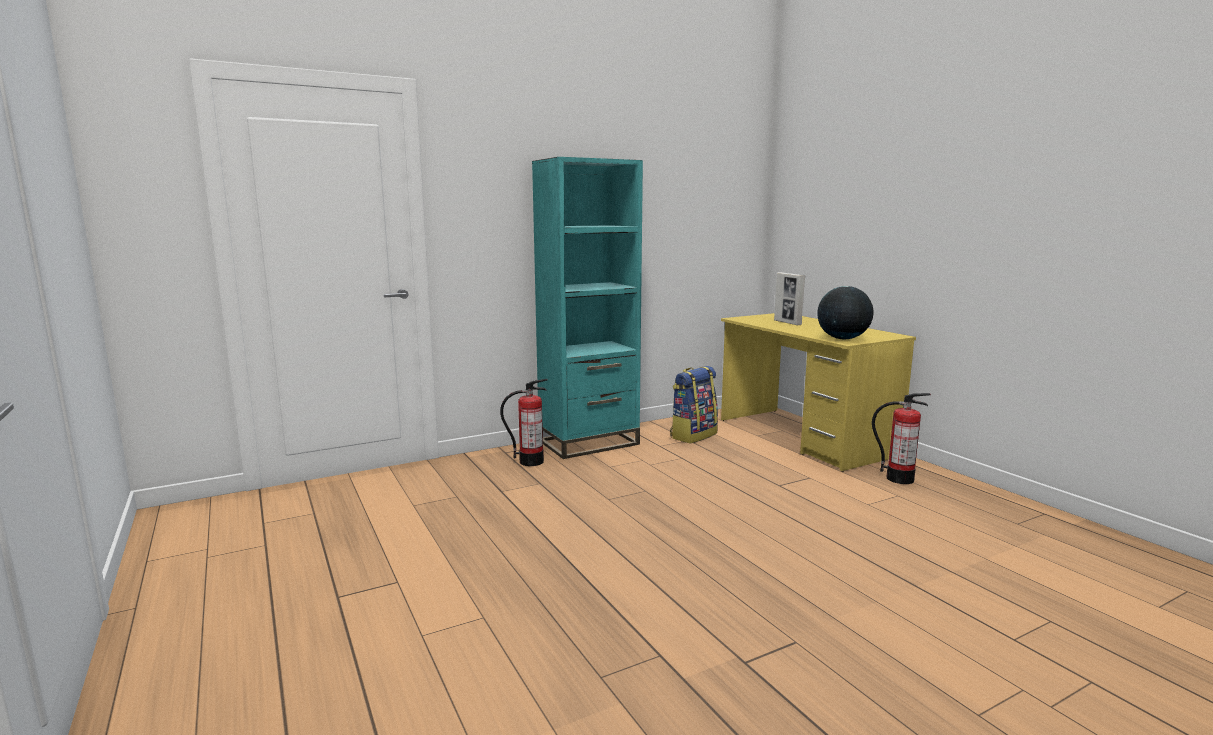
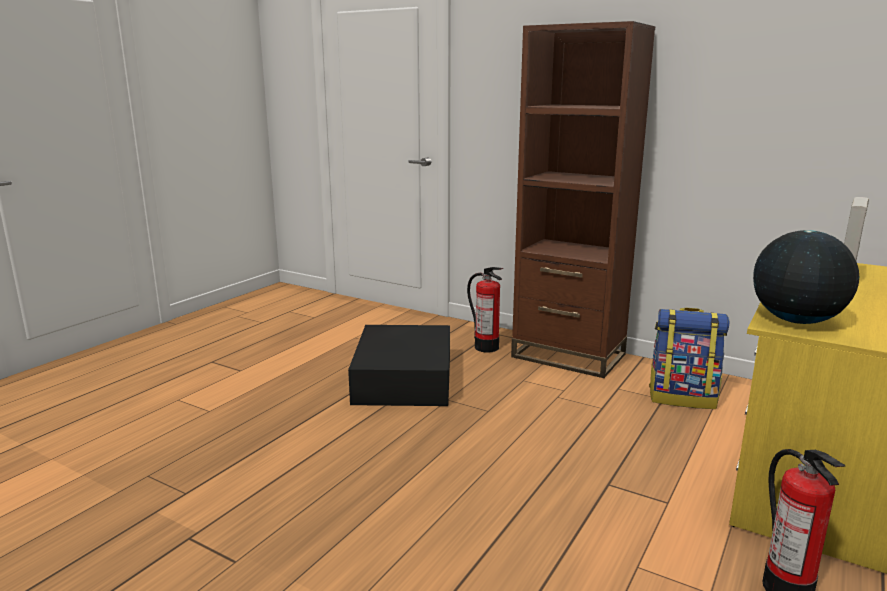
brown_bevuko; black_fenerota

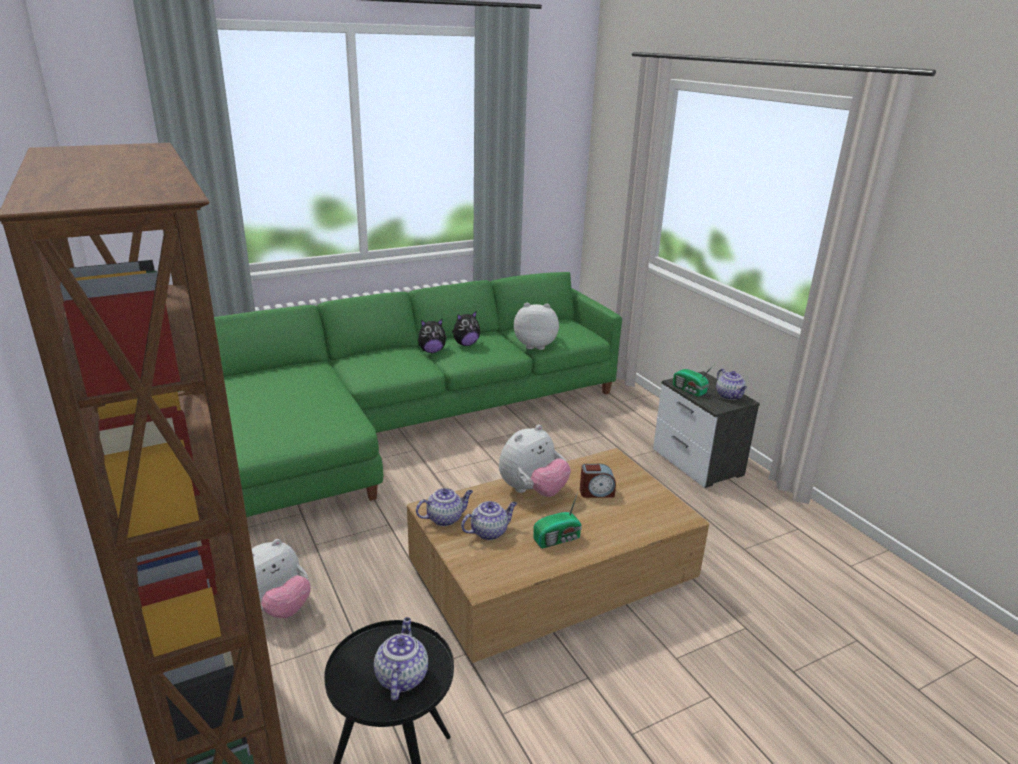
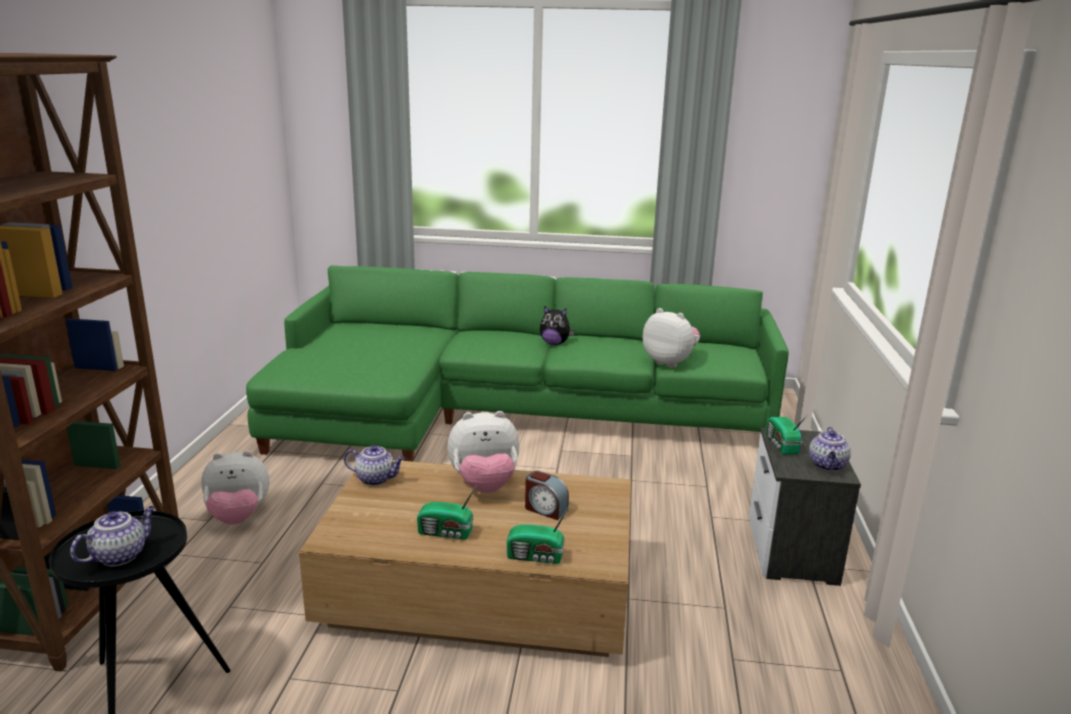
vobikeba (3rd from left in the first image); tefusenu (3rd from left in the first image); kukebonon (2nd from left)

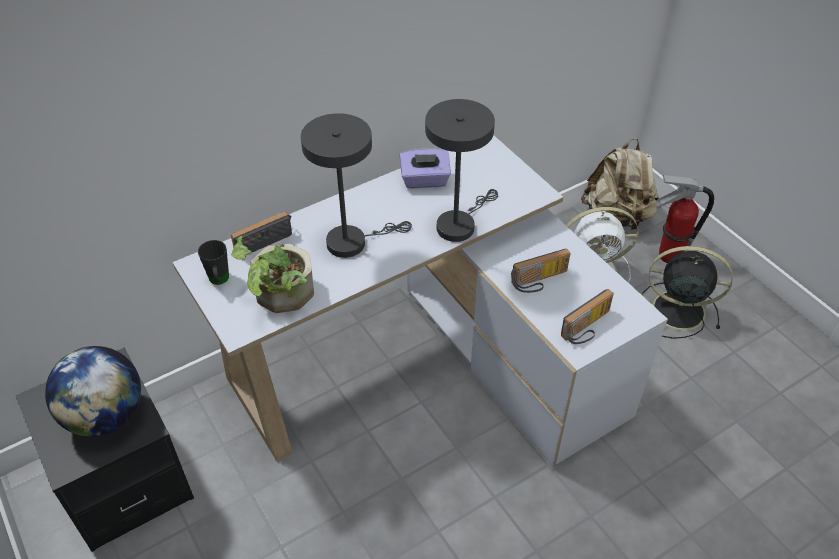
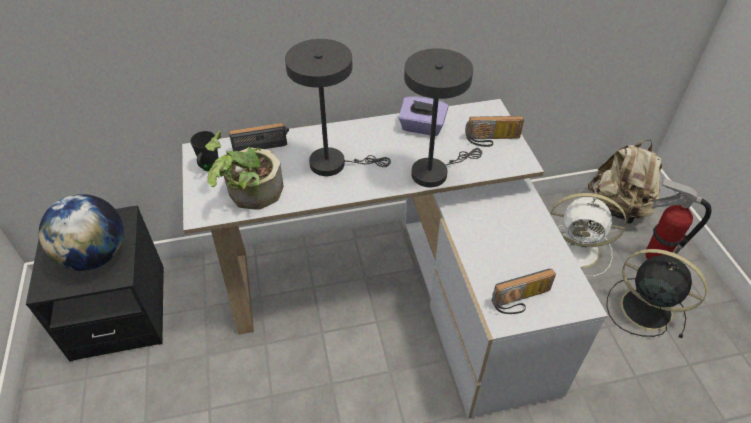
kukebonon (2nd from left)

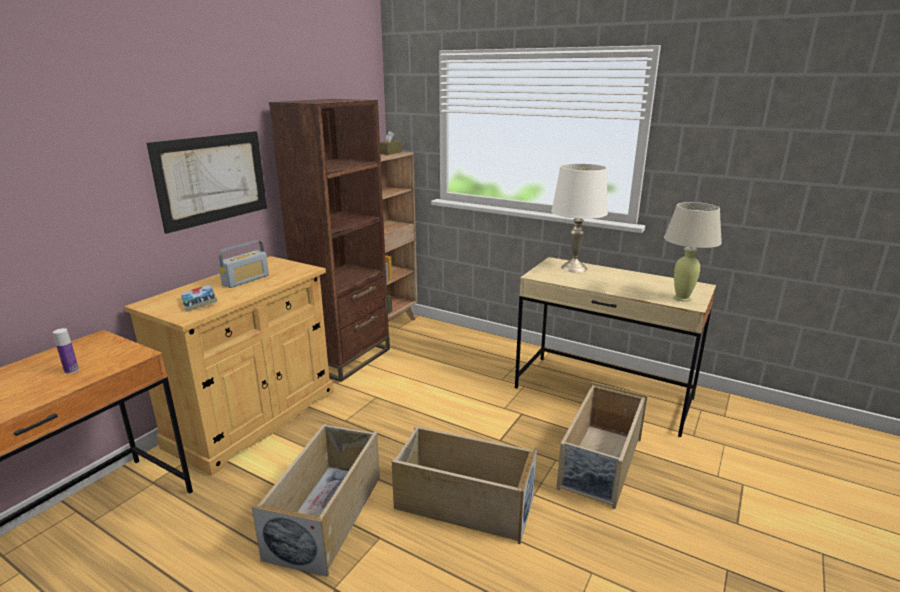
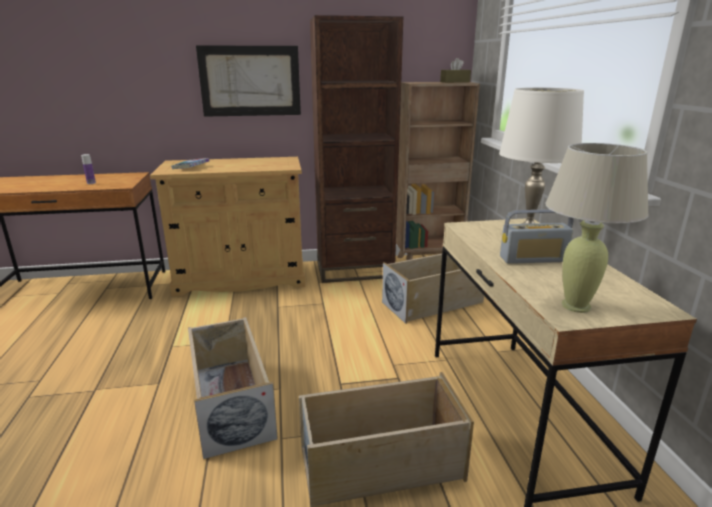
kukebonon; beige_fenerota (3rd from left)

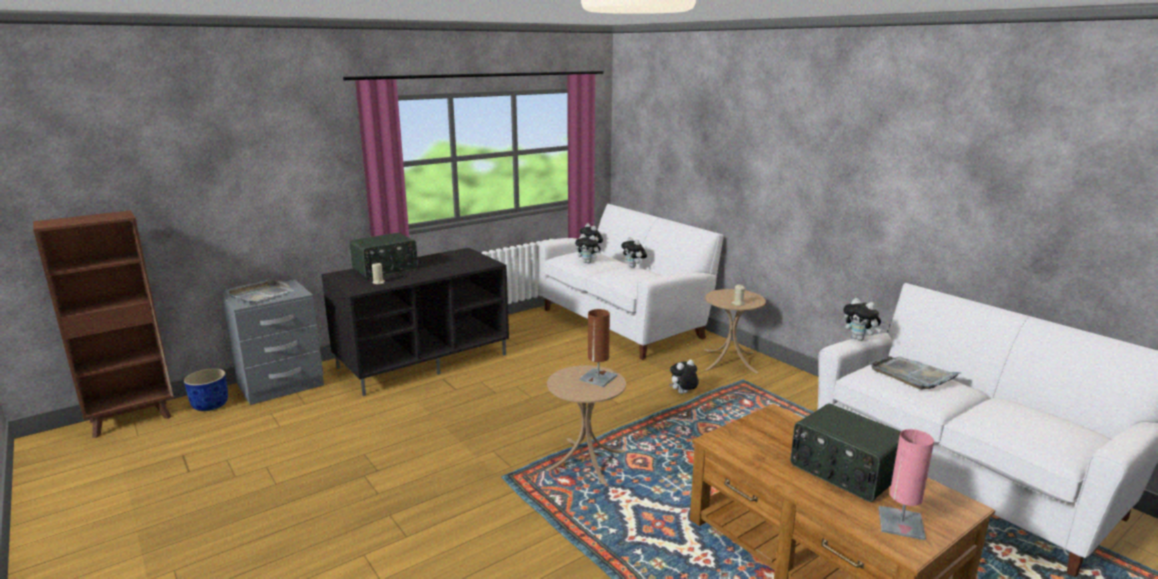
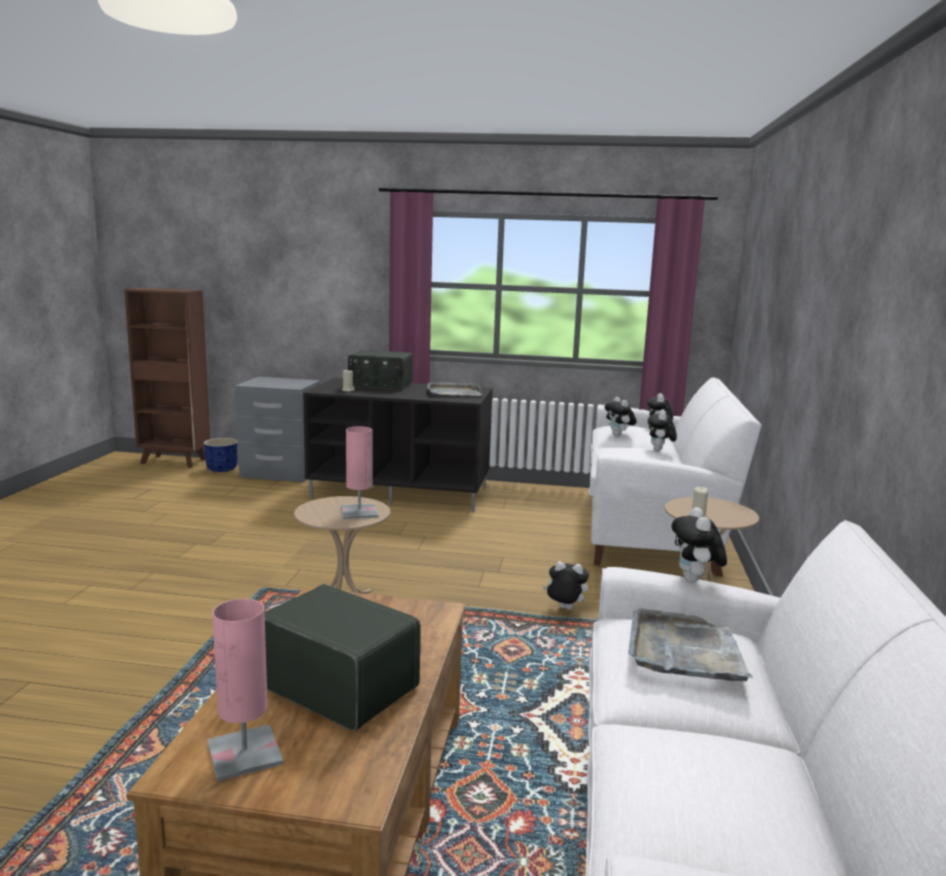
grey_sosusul (1st from left); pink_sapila (2nd from left); kukebonon (1st from left)

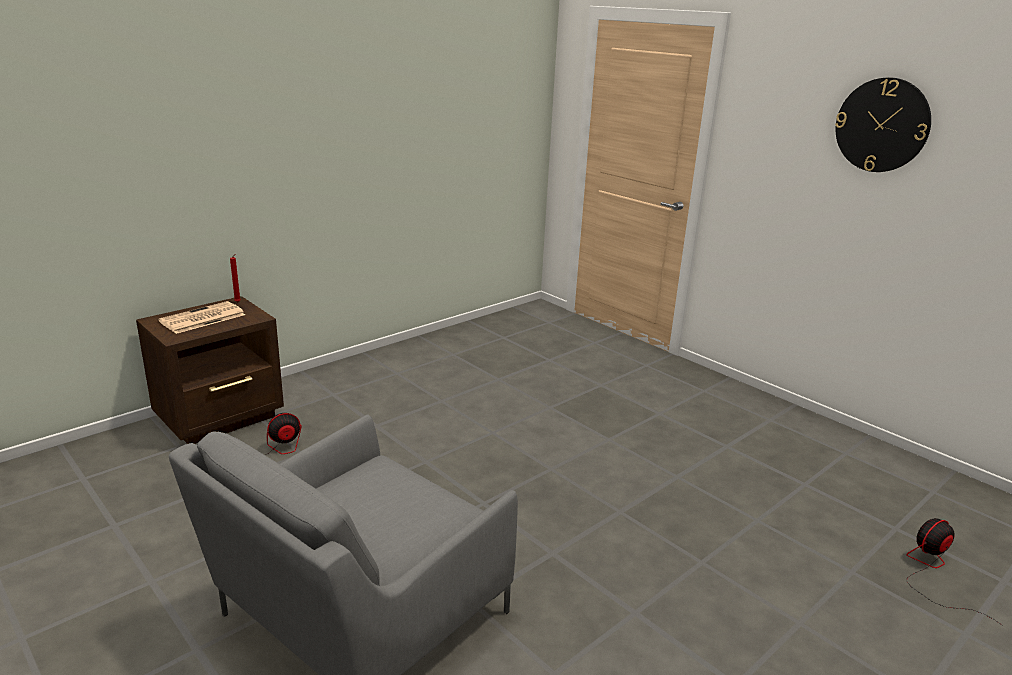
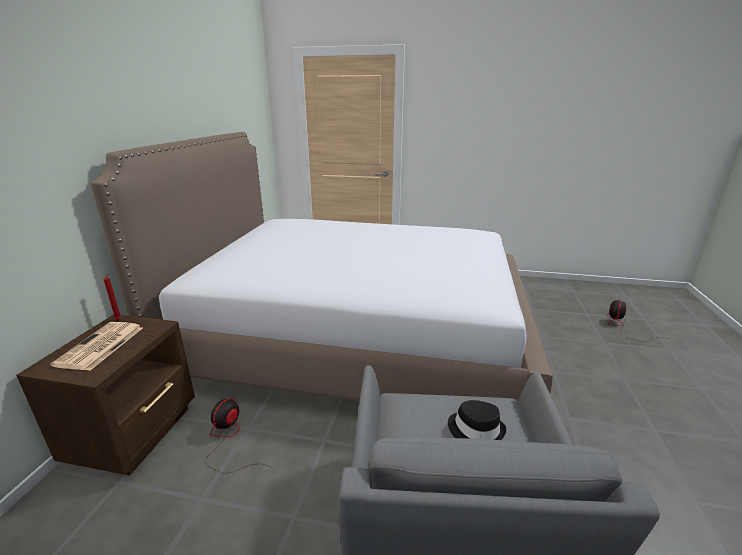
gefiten; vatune; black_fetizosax

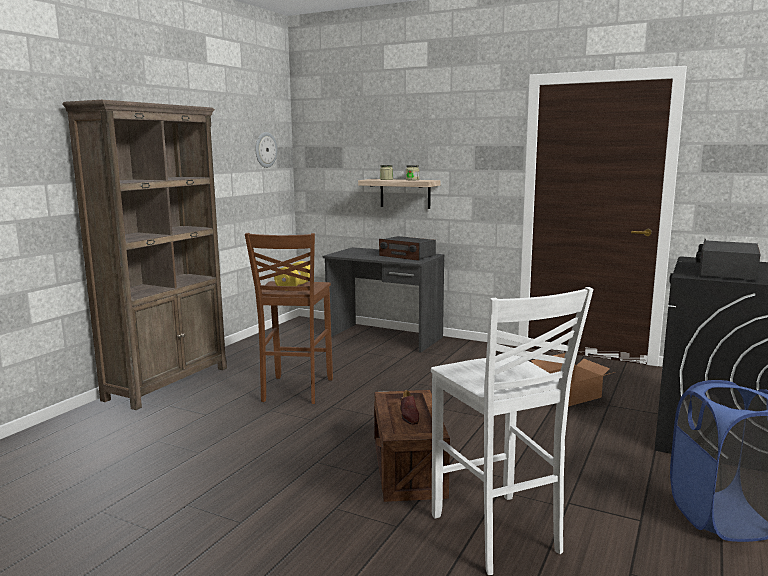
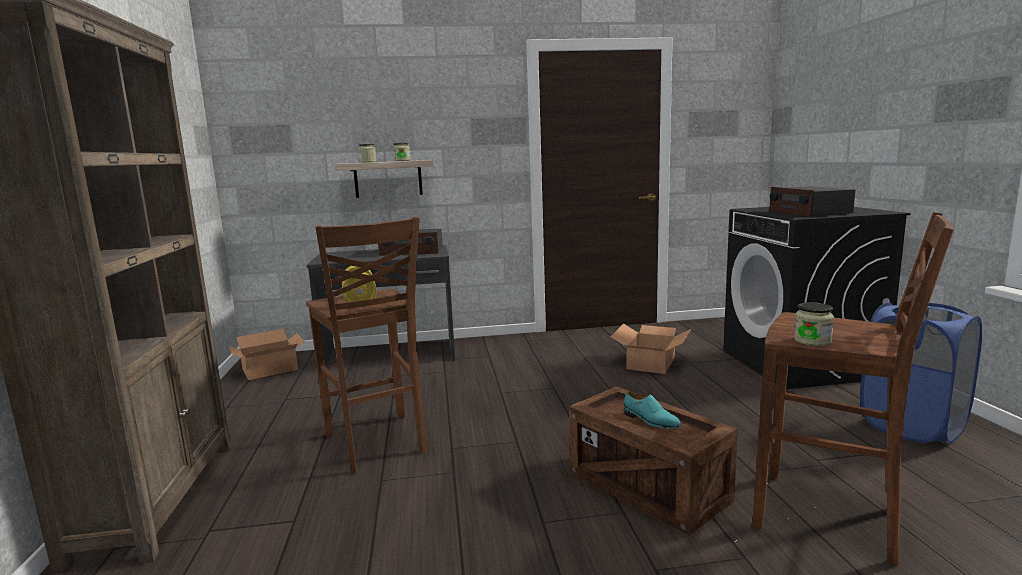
gefiten; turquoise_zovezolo; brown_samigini (2nd from left); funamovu (1st from left); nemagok (3rd from left)

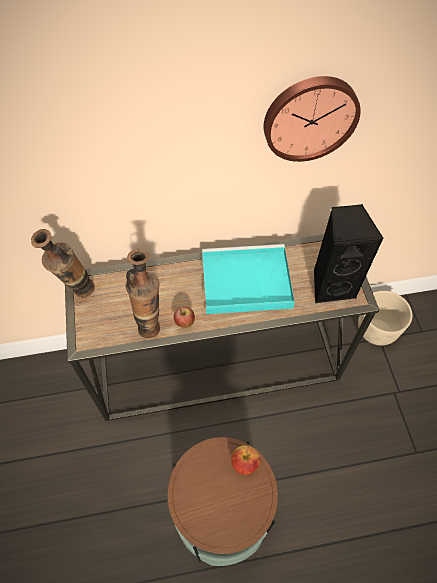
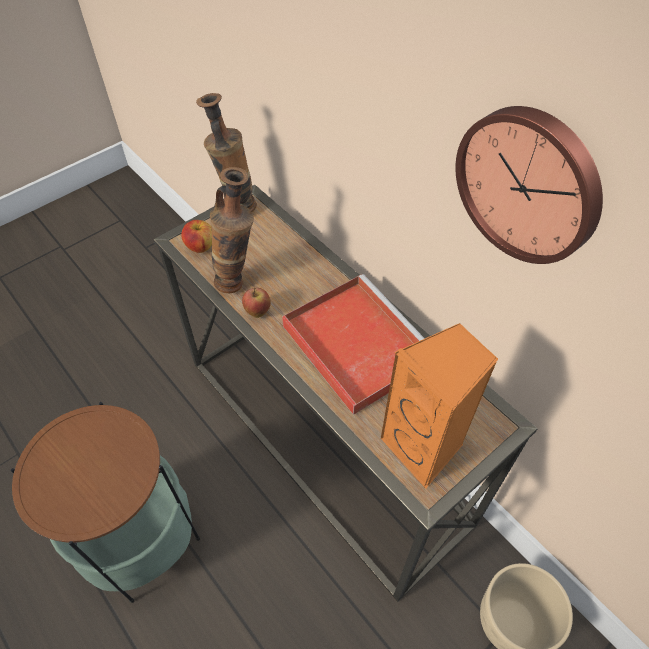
red_sosusul; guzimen (1st from left); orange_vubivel

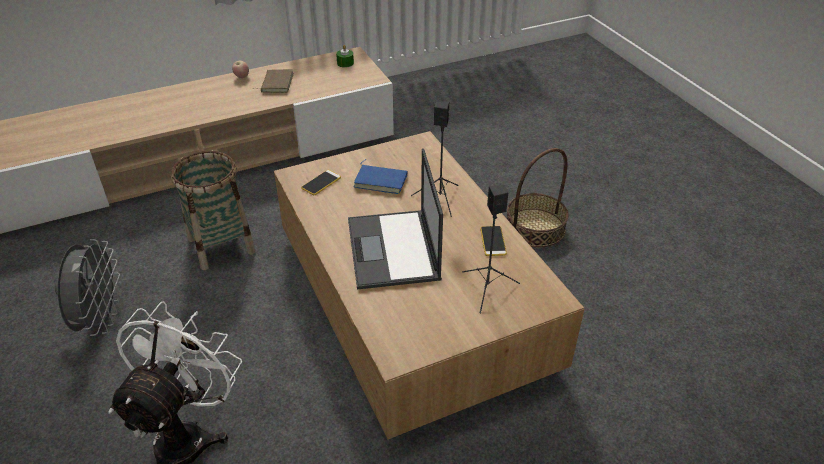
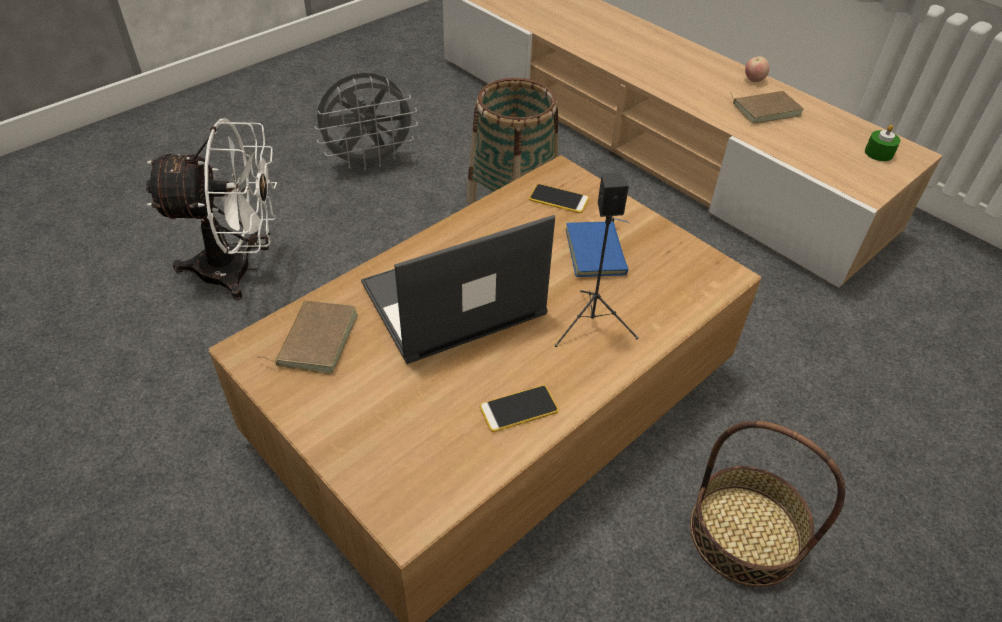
black_vubivel (2nd from left in the first image); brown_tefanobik (1st from left)

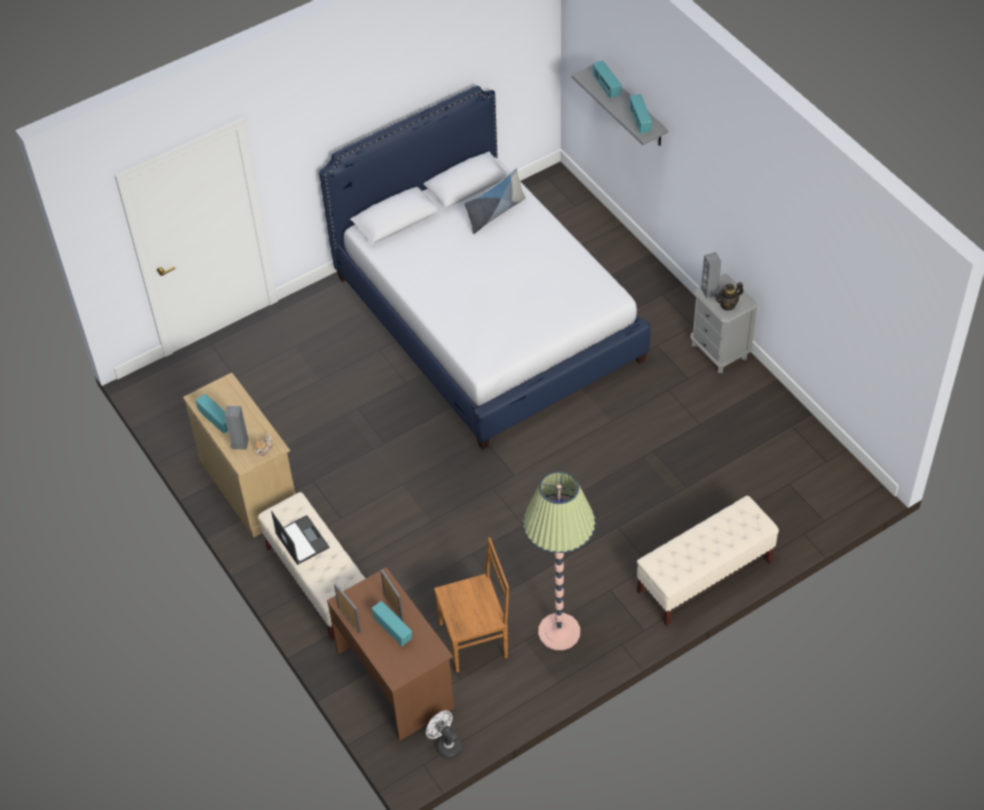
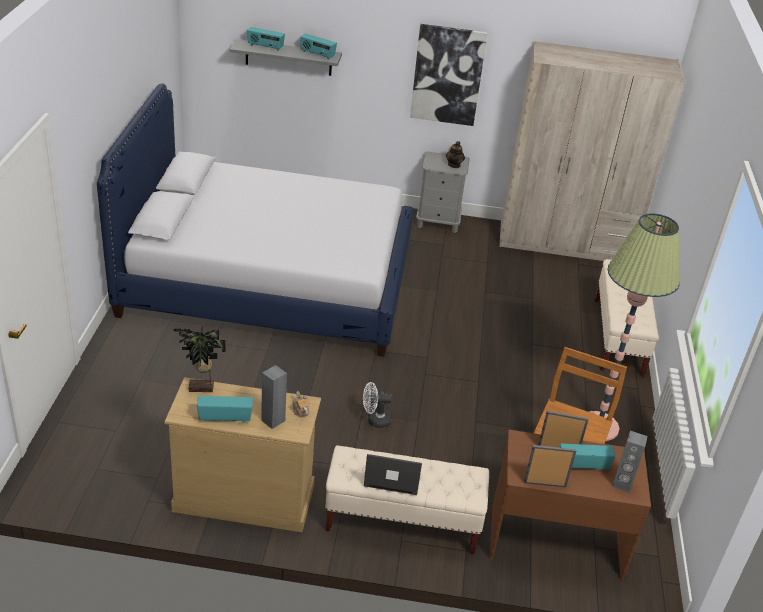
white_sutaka; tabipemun; grey_vubivel (2nd from left); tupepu; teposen; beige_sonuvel

